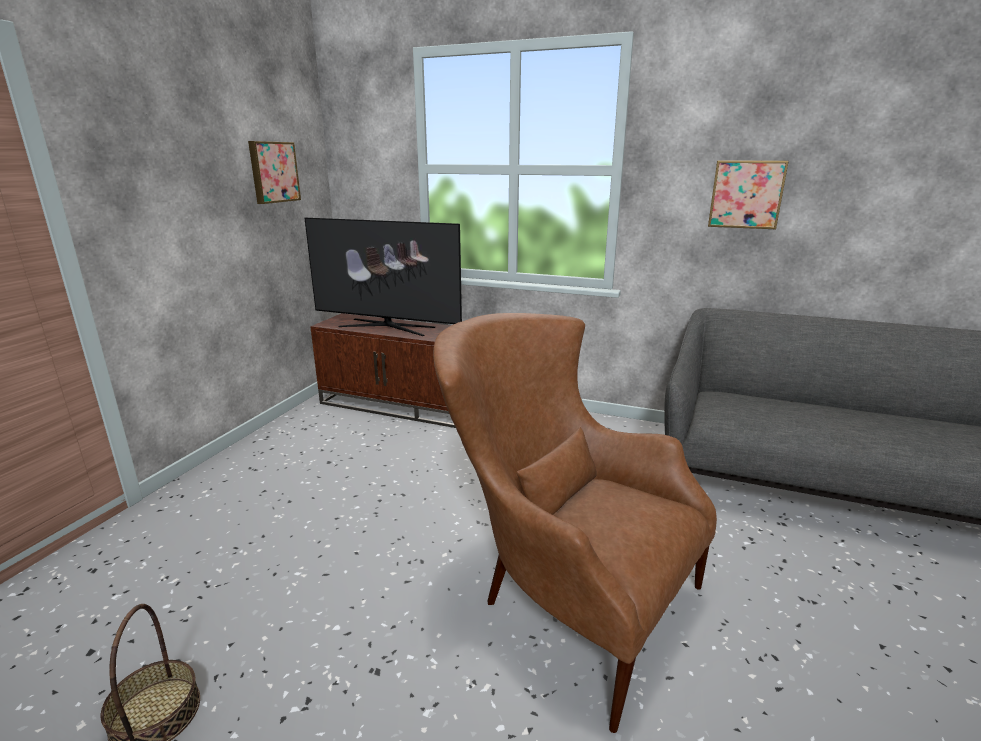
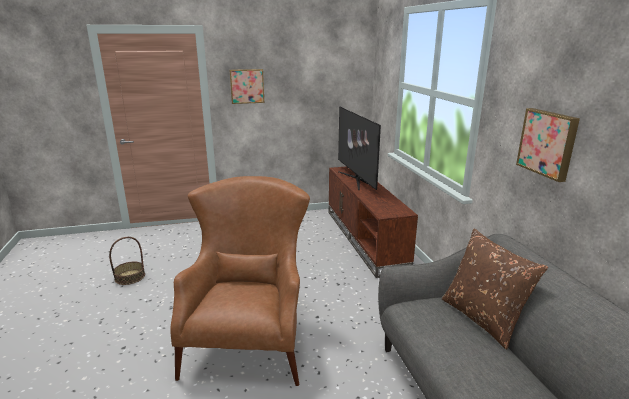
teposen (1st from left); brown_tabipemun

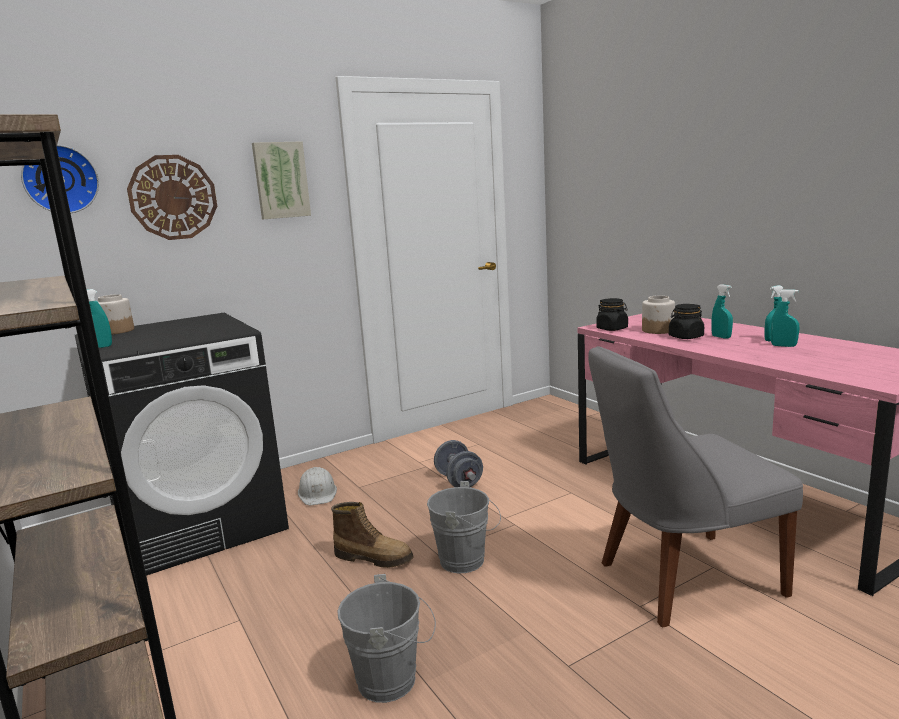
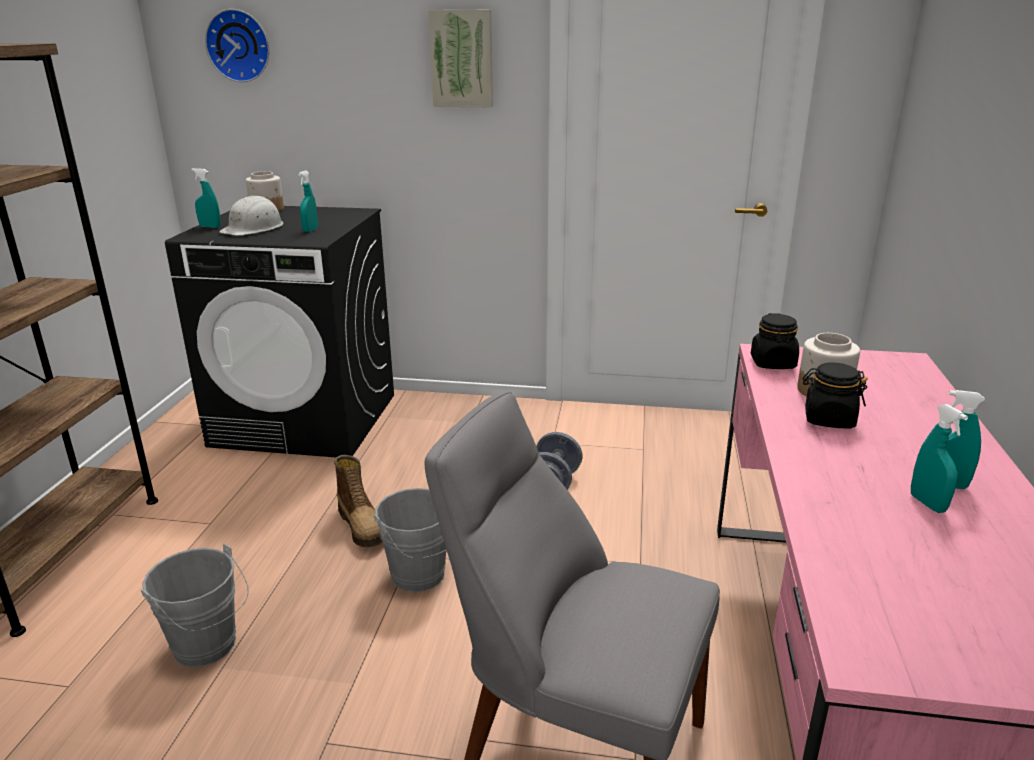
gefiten (2nd from left in the first image); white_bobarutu; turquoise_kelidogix (2nd from left)

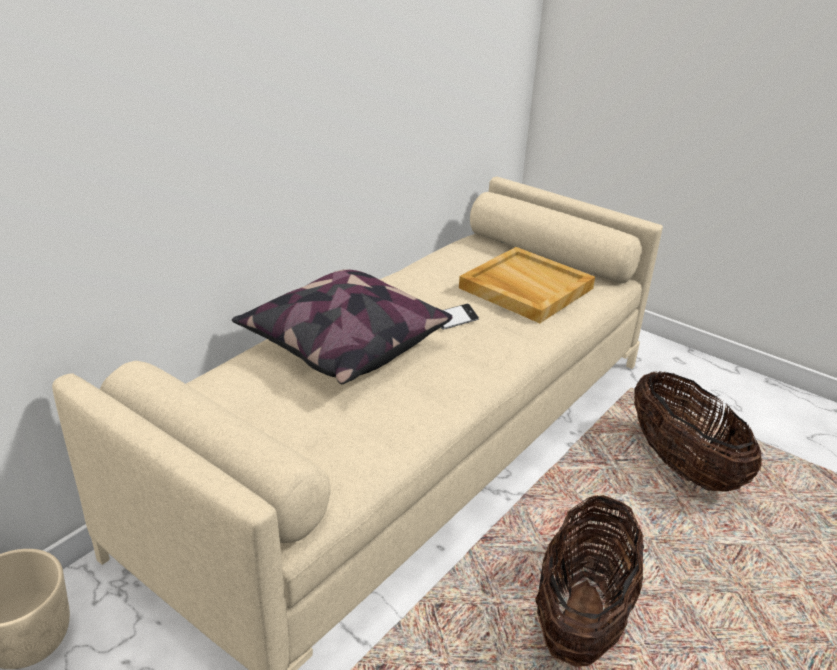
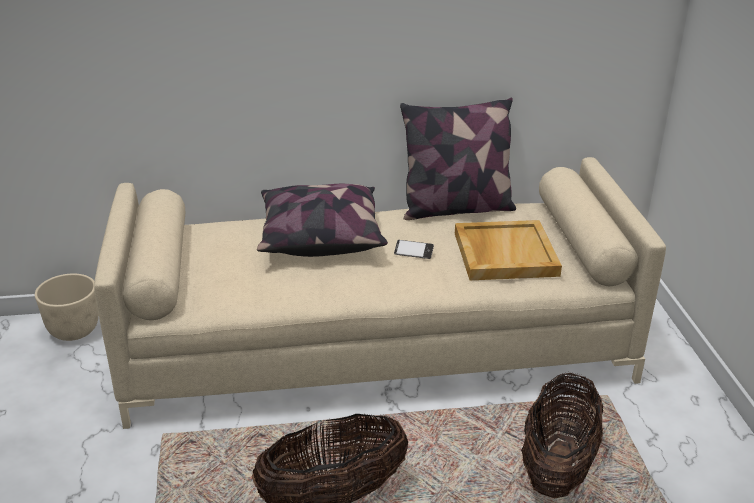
tabipemun (2nd from left)

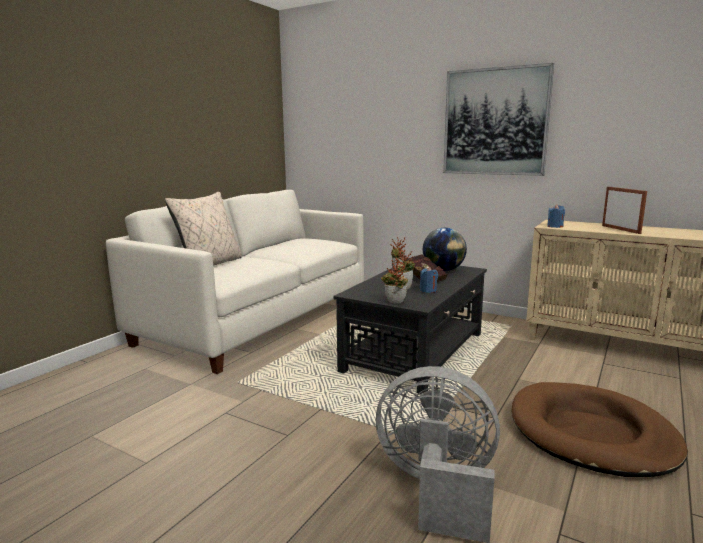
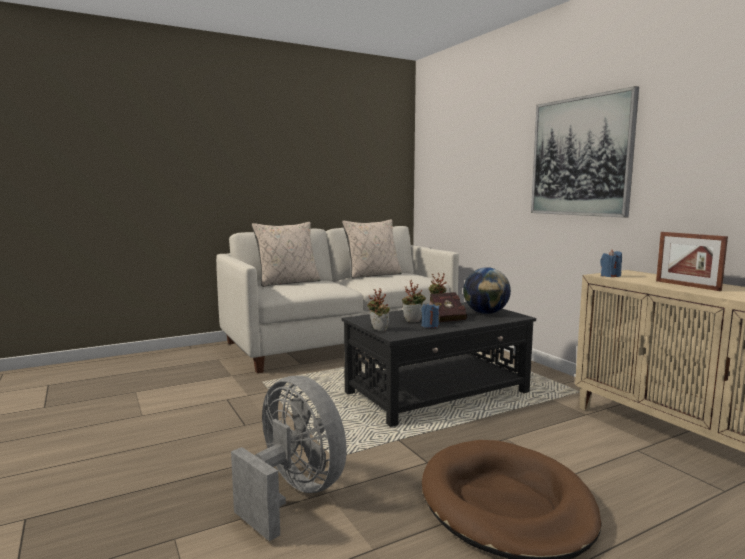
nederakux; beige_tabipemun (2nd from left)

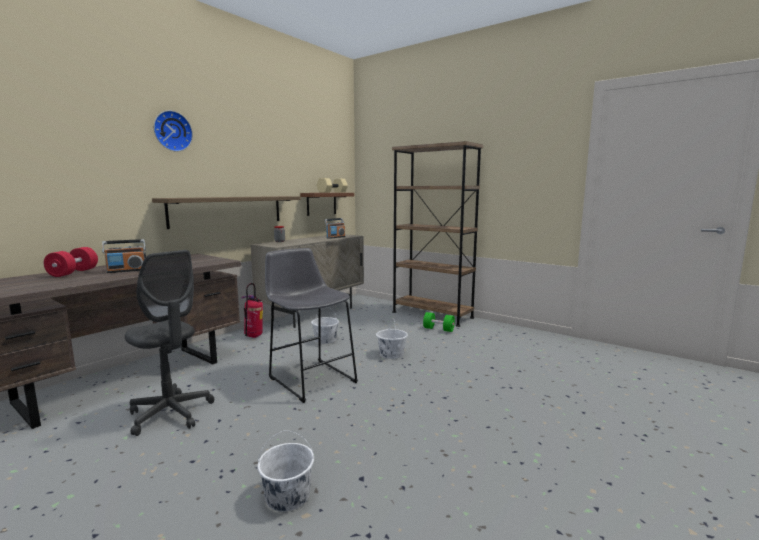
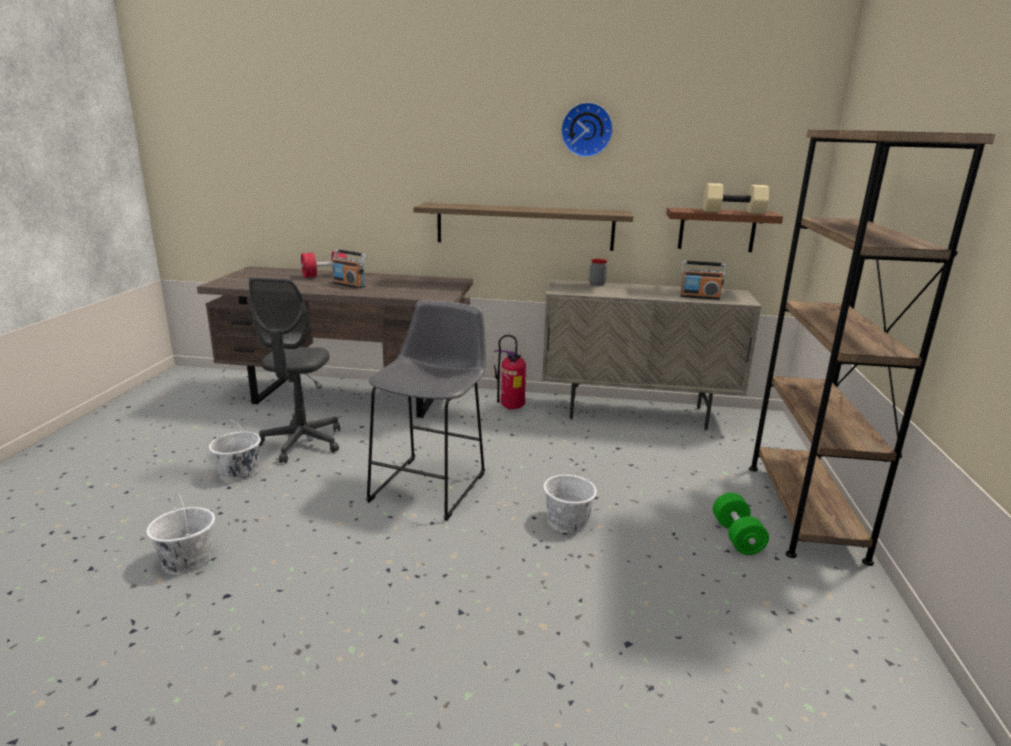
gefiten; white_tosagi (2nd from left)

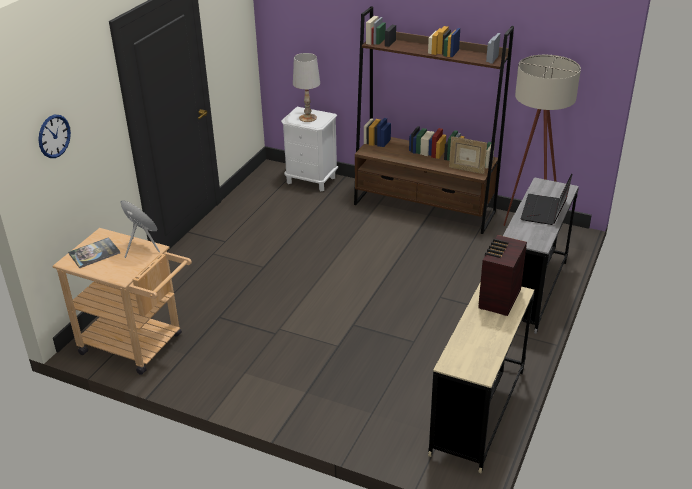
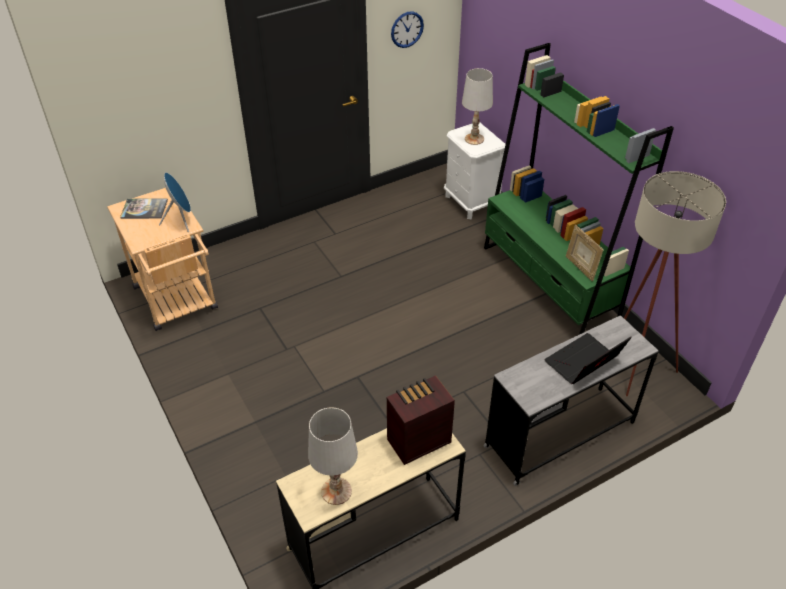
gefiten; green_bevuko; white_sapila (1st from left)

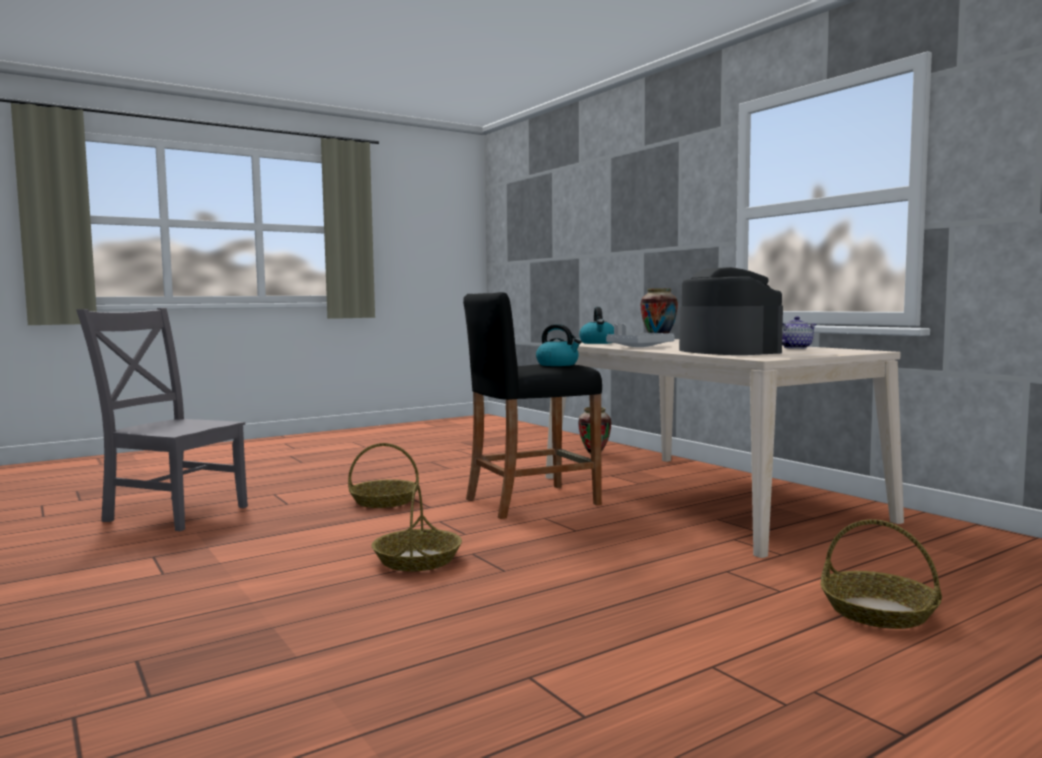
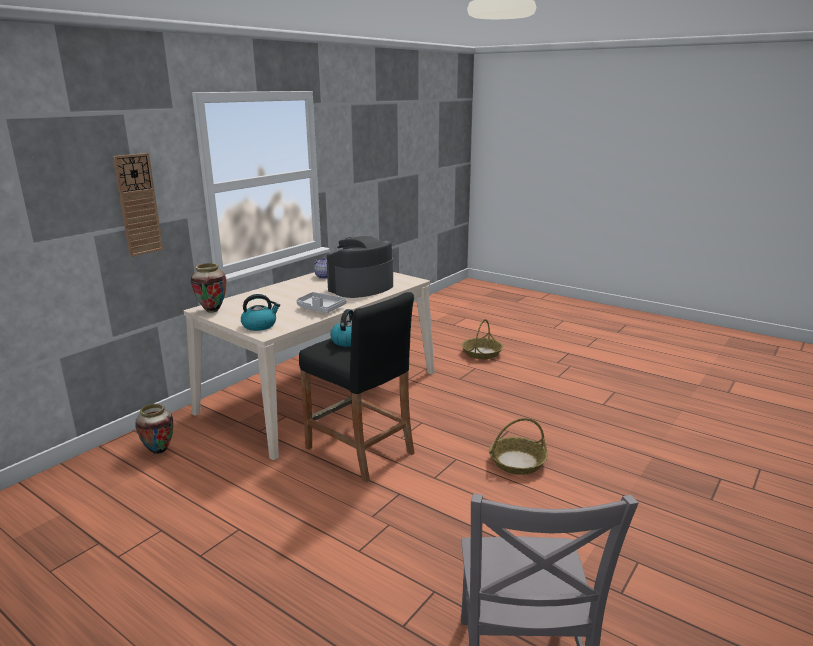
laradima (1st from left in the first image); gefiten

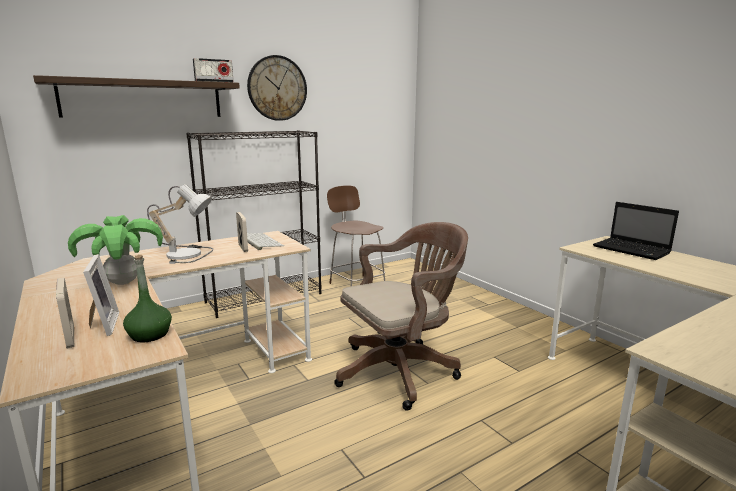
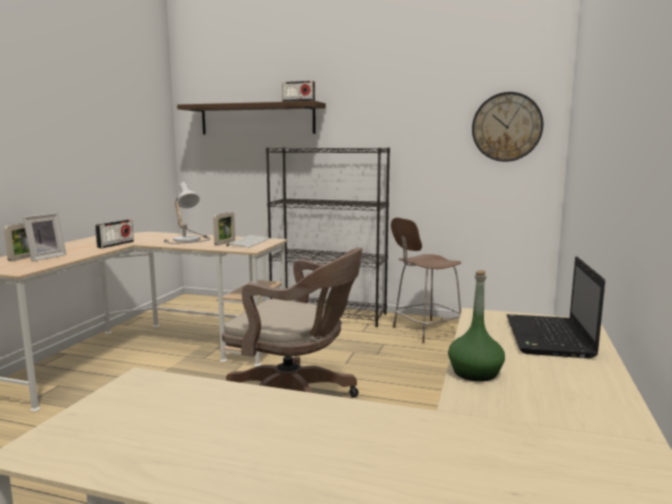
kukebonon (1st from left); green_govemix; gefiten; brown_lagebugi

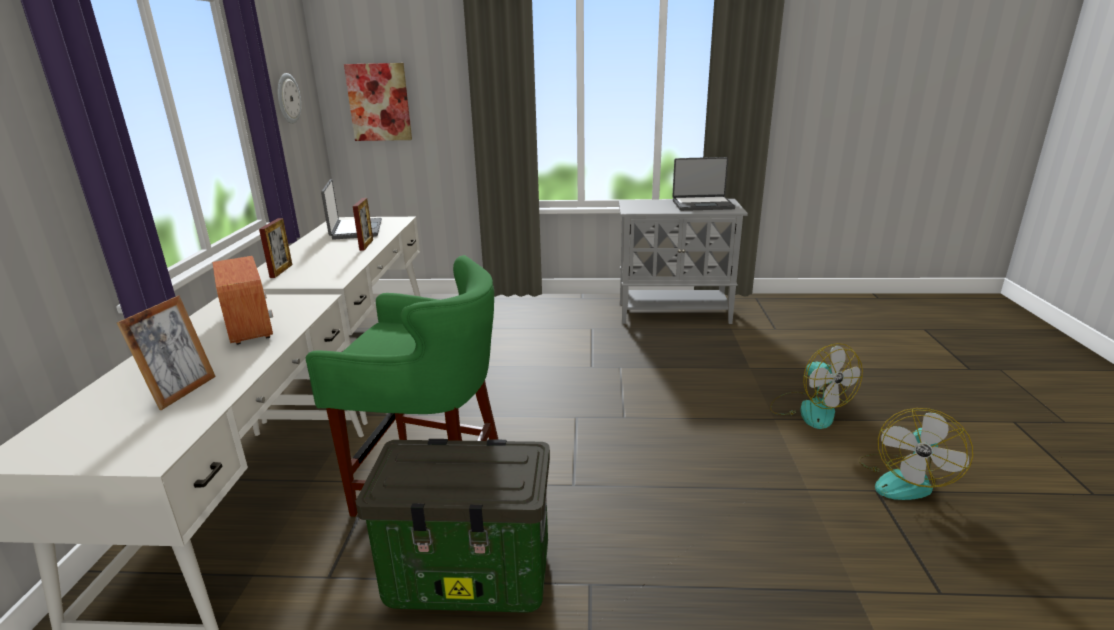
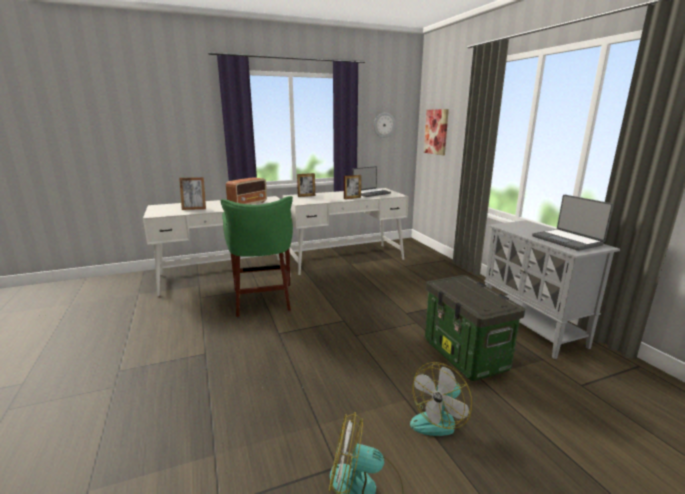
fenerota

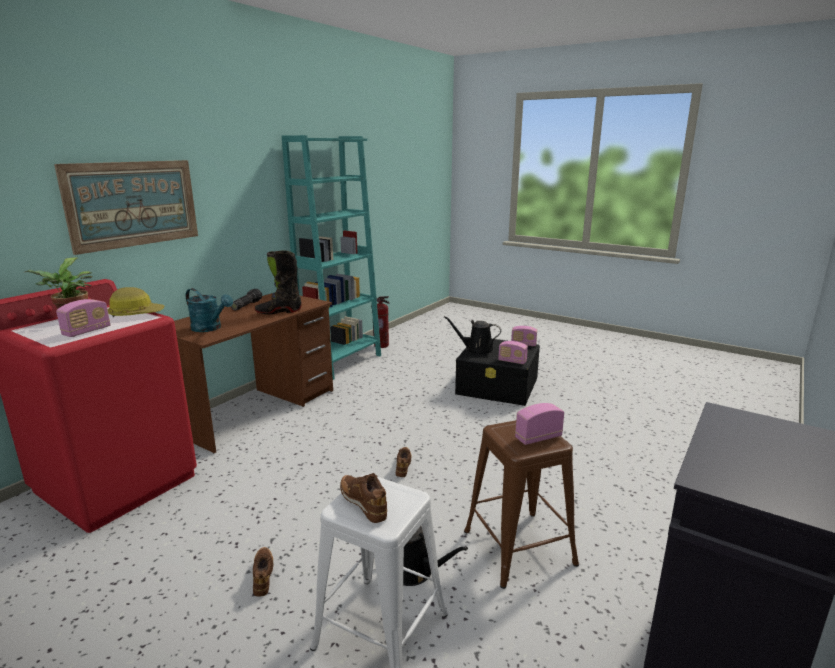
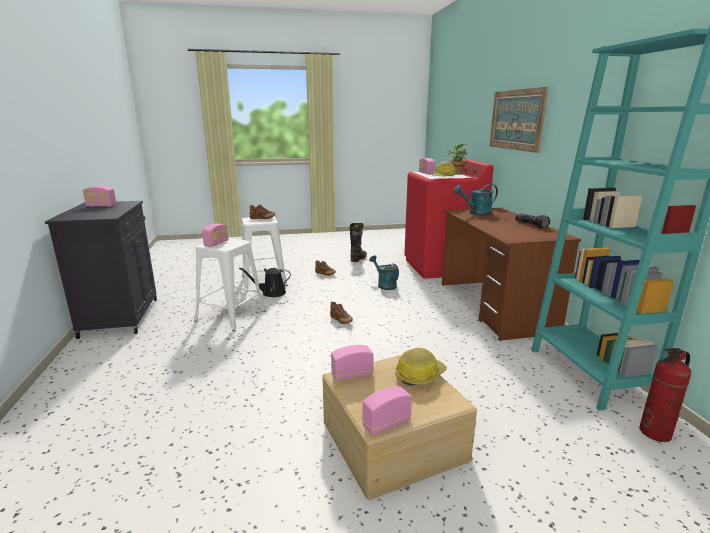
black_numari; bobarutu (1st from left); beige_fenerota; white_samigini (1st from left); kukebonon (1st from left); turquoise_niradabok (1st from left)

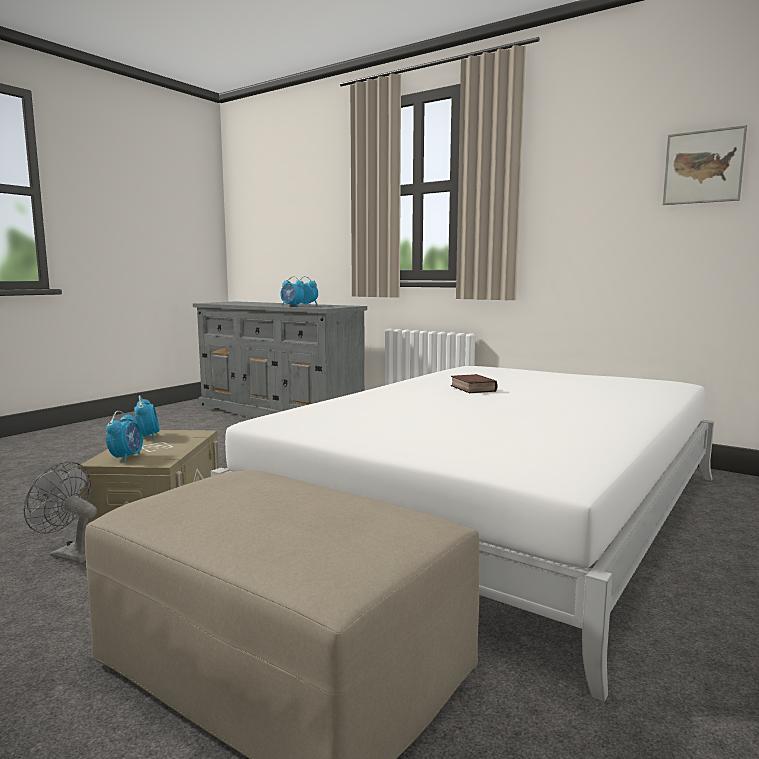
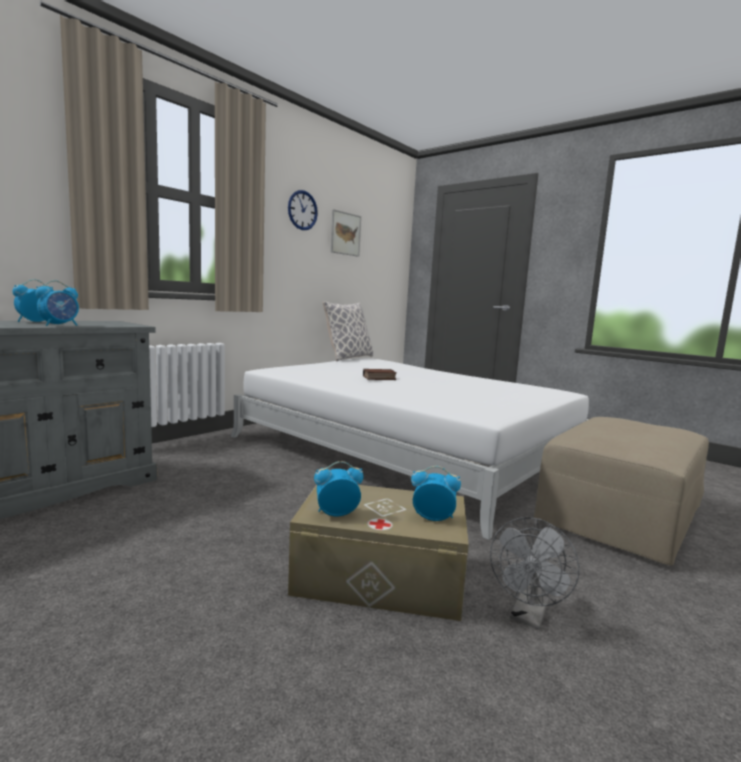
gefiten; tabipemun

